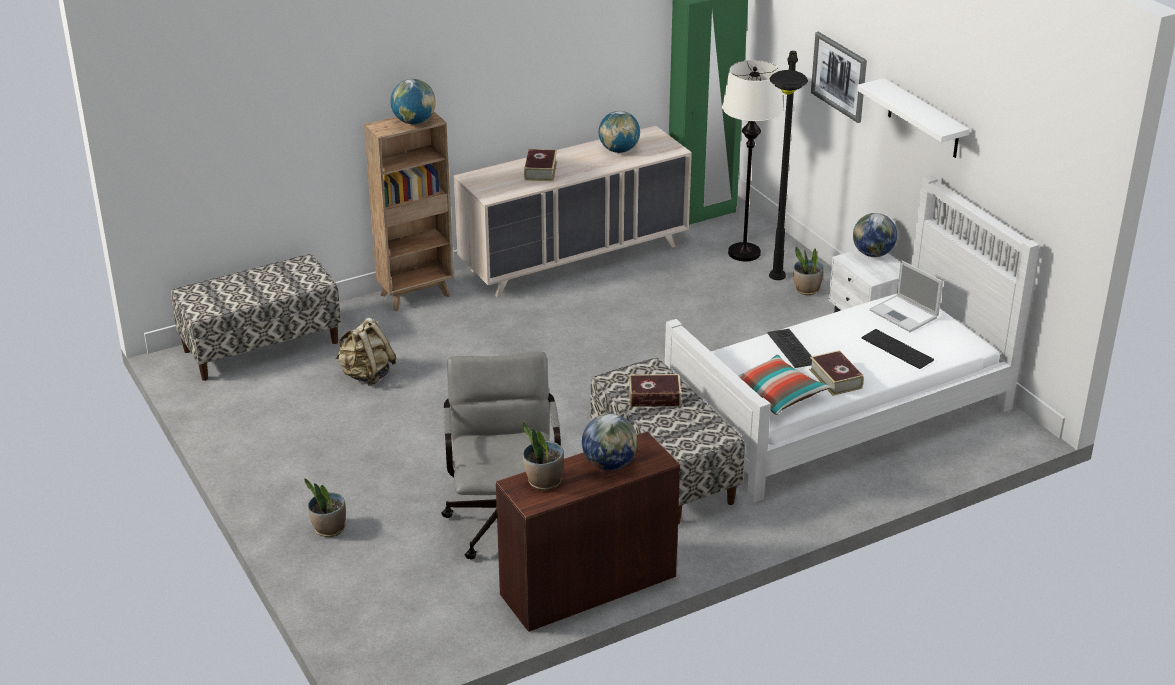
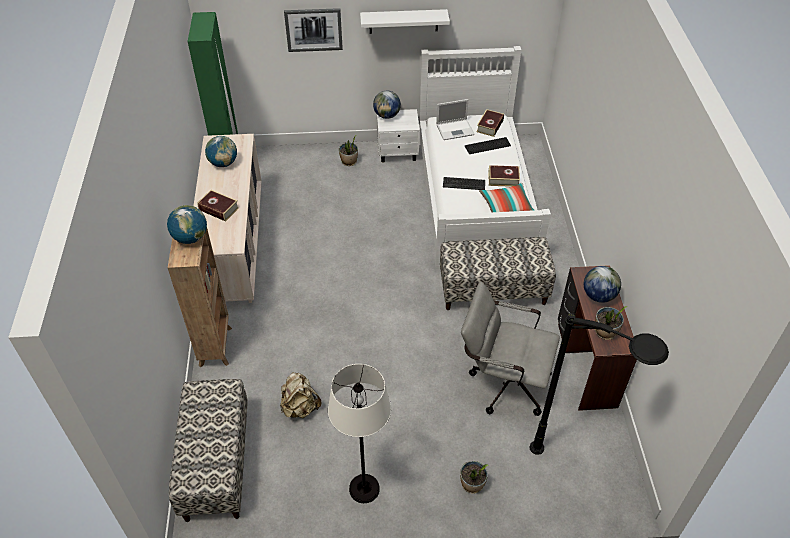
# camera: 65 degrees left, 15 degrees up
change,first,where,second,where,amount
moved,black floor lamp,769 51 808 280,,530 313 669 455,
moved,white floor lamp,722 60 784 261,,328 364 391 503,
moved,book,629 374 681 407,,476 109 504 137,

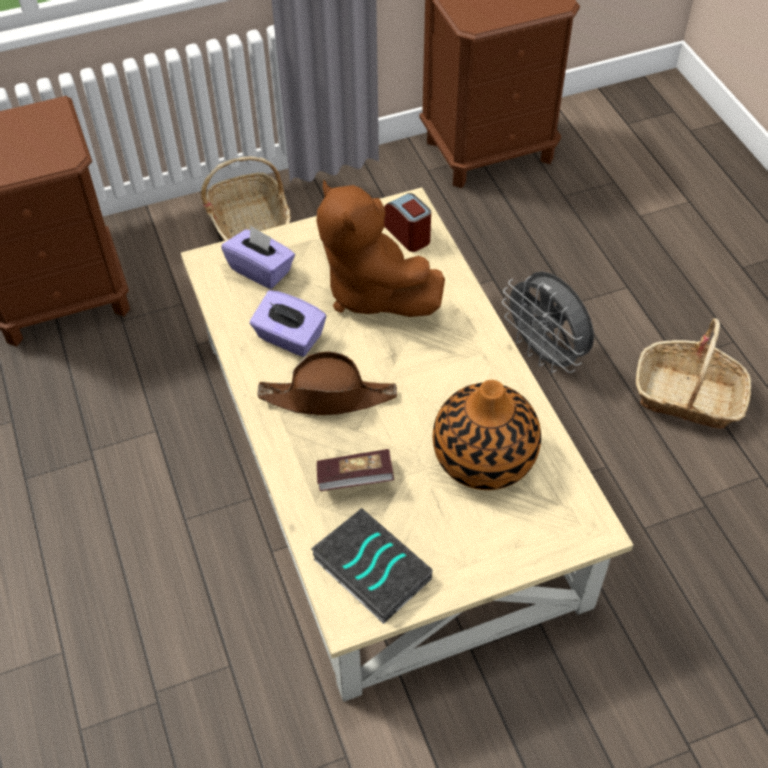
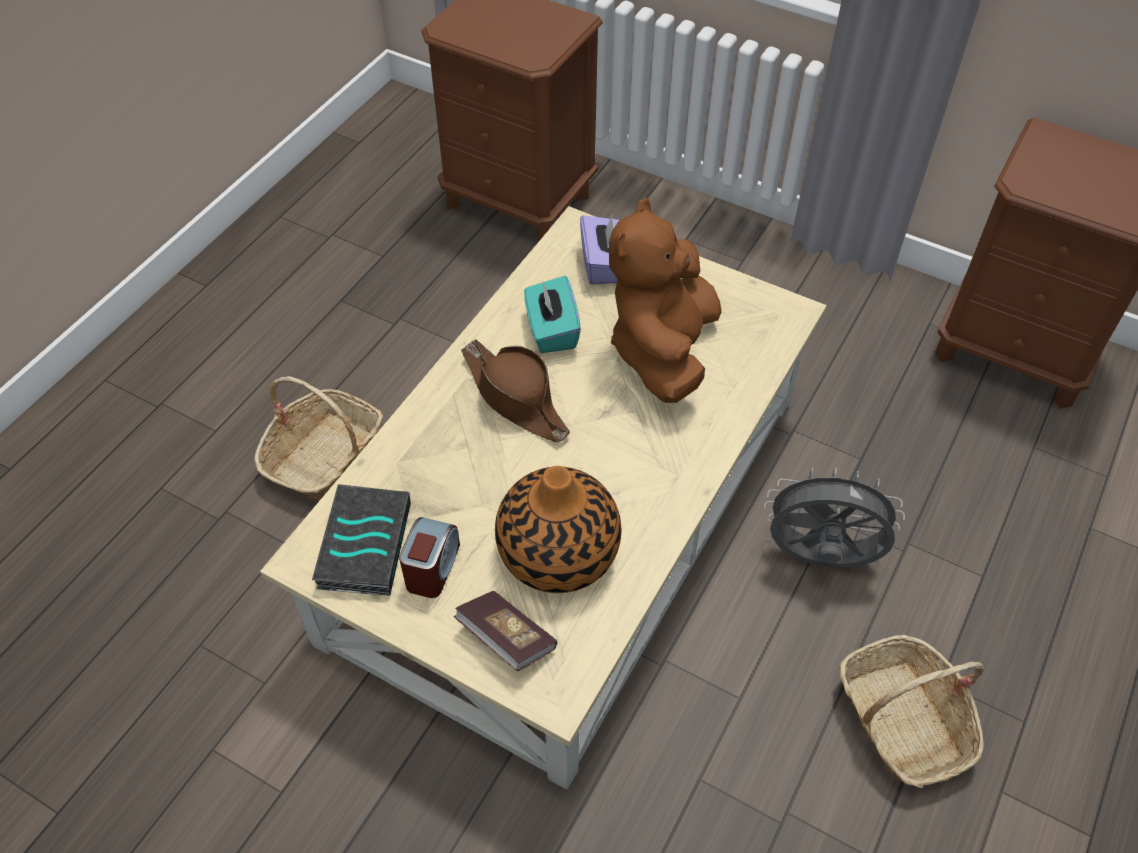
# camera: 50 degrees right, 0 degrees up
change,first,where,second,where,amount
moved,basket,201 156 291 241,,254 376 383 502,
moved,alarm clock,384 193 431 252,,399 517 460 598,
turned,grey fan,502 271 594 373,,764 467 905 568,90 degrees clockwise
recoloured,purple tissue box,250 290 326 357,turquoise tissue box,524 276 581 353,
moved,book,317 449 394 491,,454 591 557 671,

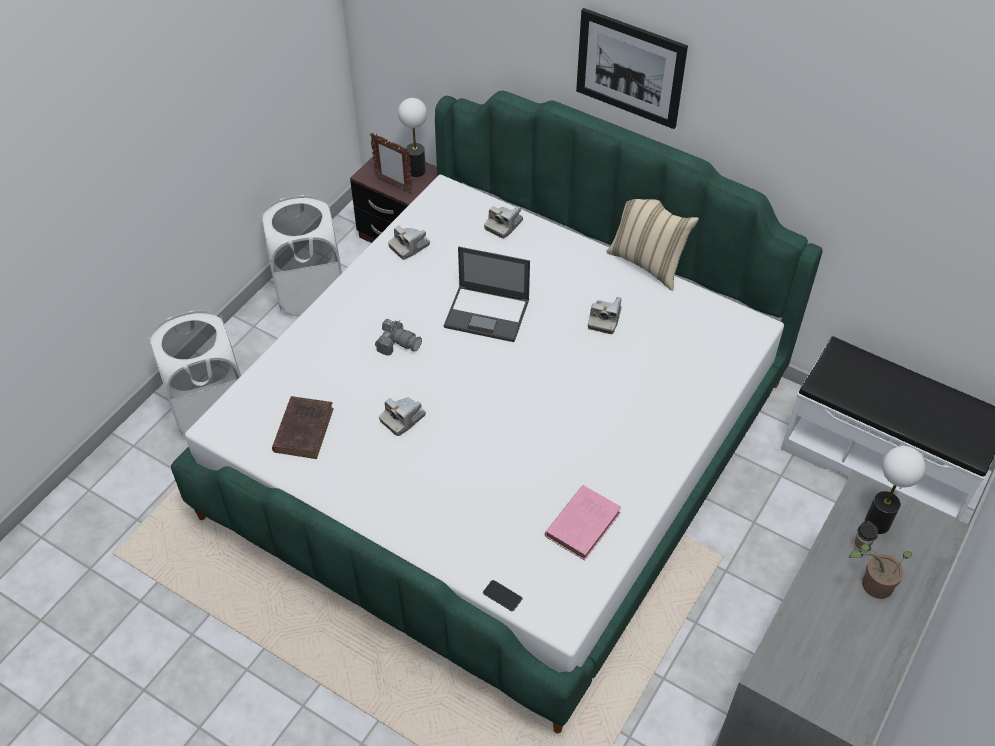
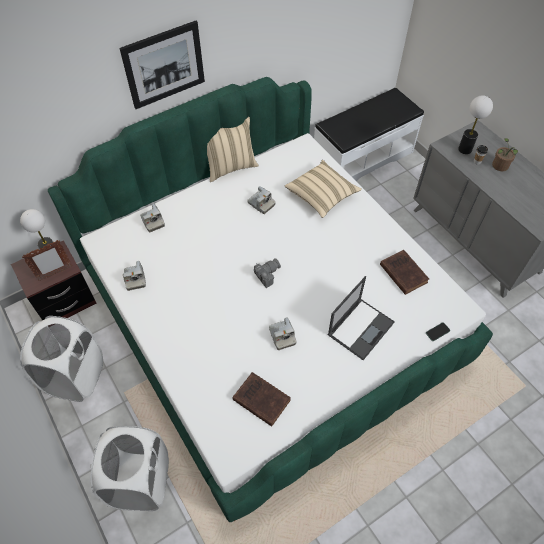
# camera: 65 degrees left, 5 degrees up
change,first,where,second,where,amount
moved,laptop,444 247 530 342,,328 276 395 360,
moved,photo camera,375 319 422 356,,254 258 281 288,
recoloured,pink book,545 485 622 561,brown book,380 250 429 295,
added,,,beige pillow,285 160 362 218,

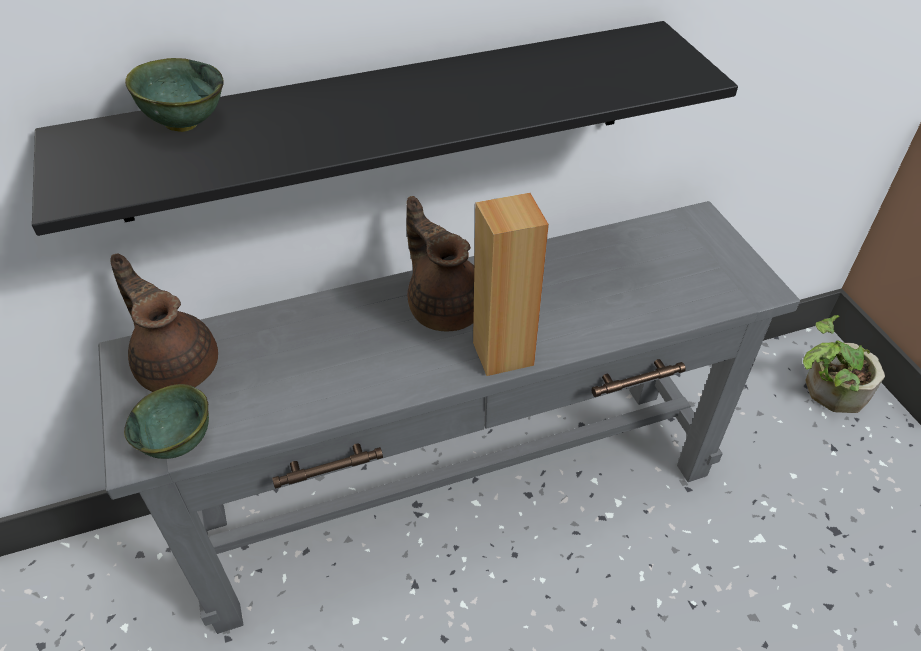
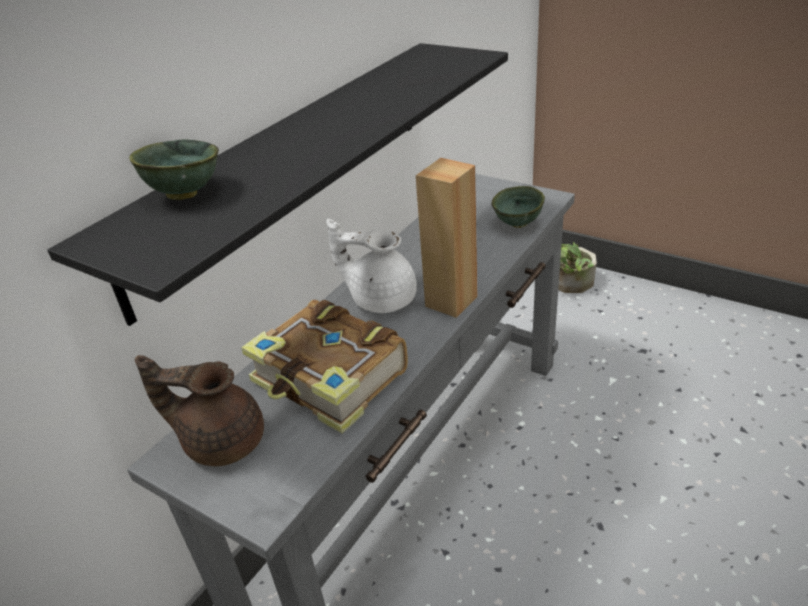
# camera: 35 degrees left, 10 degrees down
change,first,where,second,where,amount
recoloured,brown teapot,407 196 474 331,white teapot,326 219 417 313,
moved,green bowl,124 384 209 459,,492 186 545 228,
added,,,book,241 300 408 433,

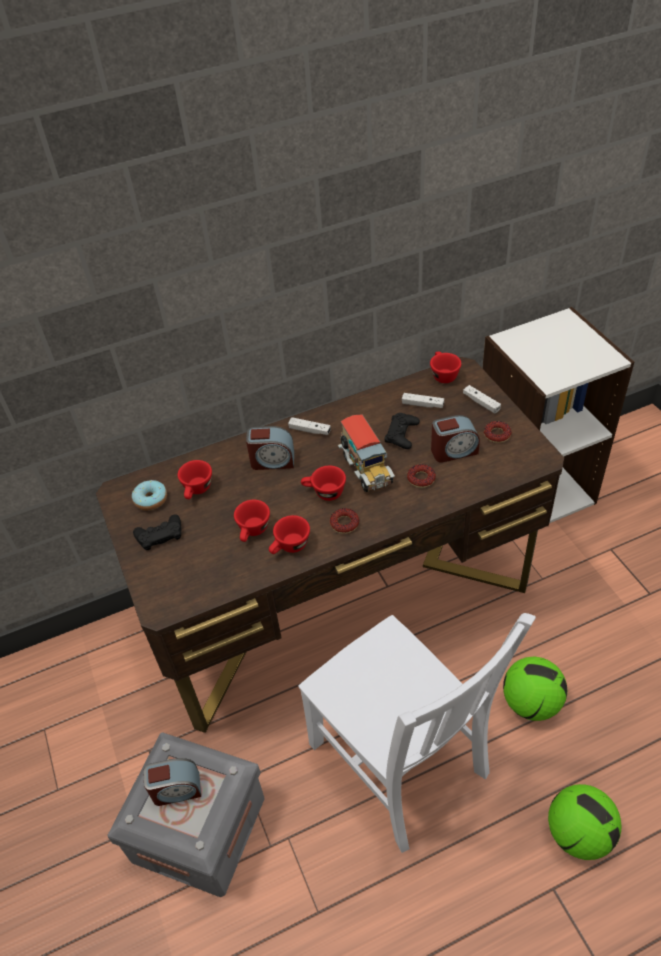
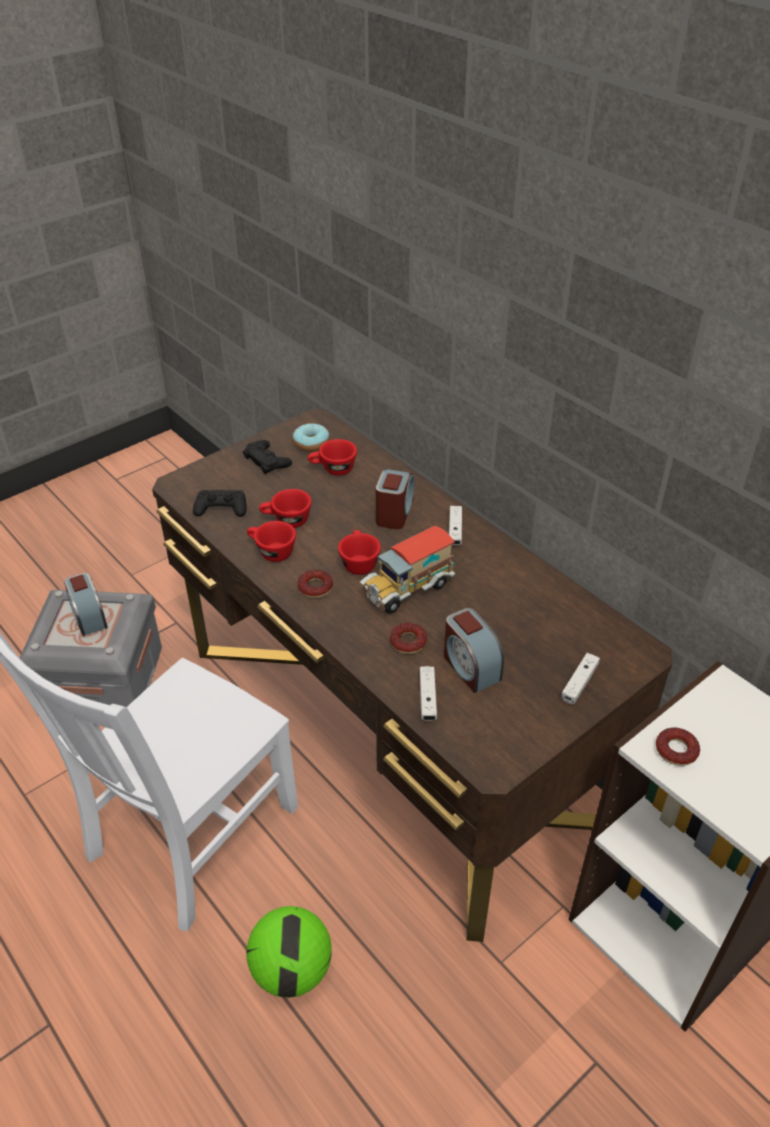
# camera: 70 degrees right, 5 degrees down
change,first,where,second,where,amount
removed,red cup,430 351 461 383,,,
moved,white game controller,402 393 444 408,,420 666 437 721,
moved,black game controller,384 413 420 449,,193 490 247 516,
moved,donut,484 421 512 443,,656 728 700 766,
turned,alarm clock,246 426 294 470,,376 469 414 529,150 degrees counterclockwise
removed,football,548 784 621 860,,,

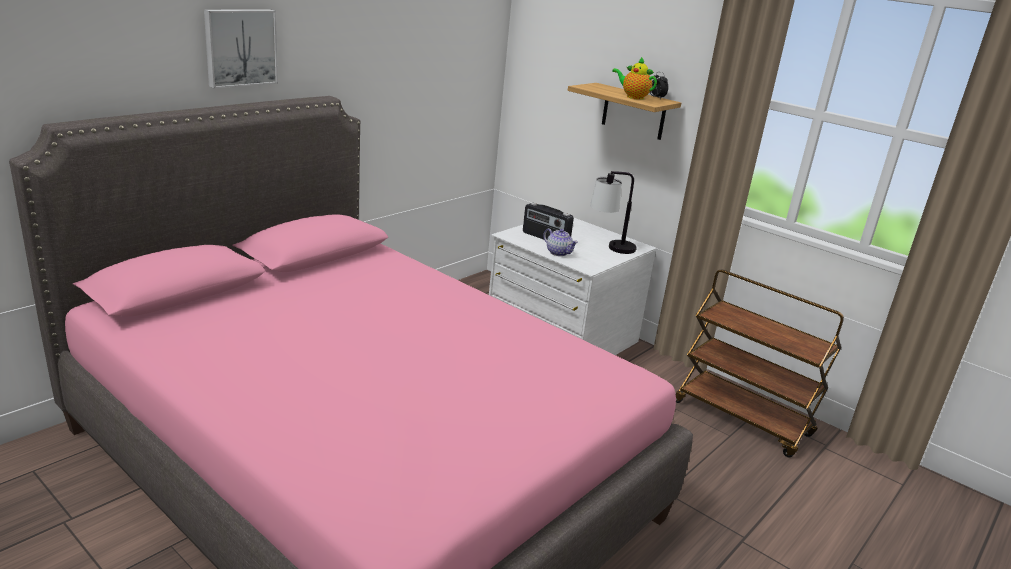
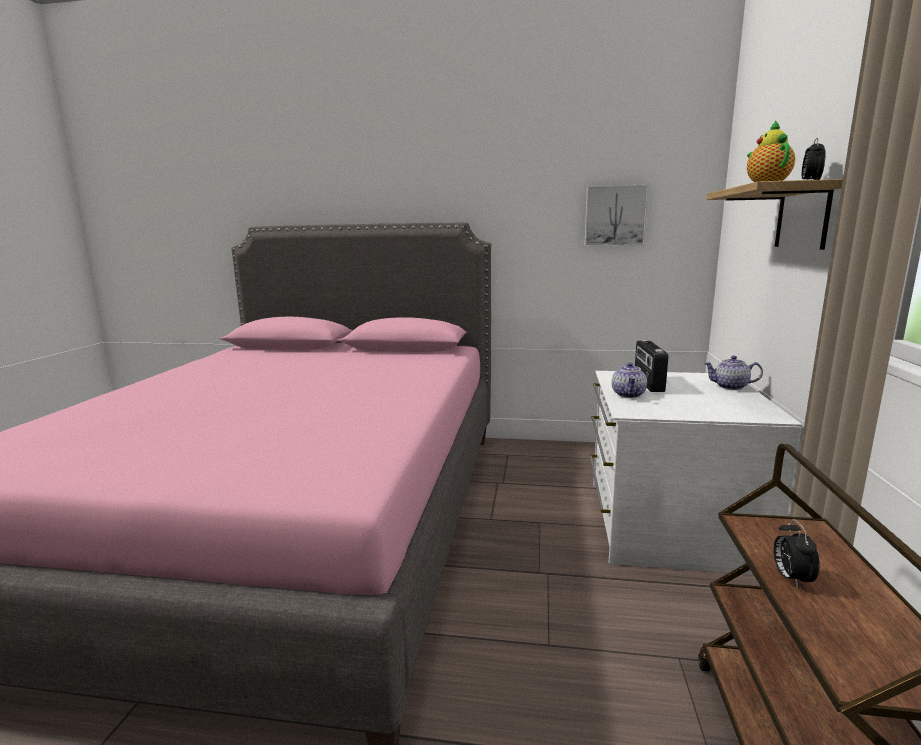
# camera: 60 degrees right, 10 degrees down
change,first,where,second,where,amount
moved,picture,204 10 278 89,,585 184 649 246,
removed,table lamp,590 171 637 254,,,
added,,,teapot,704 356 763 390,
added,,,alarm clock,773 519 820 589,

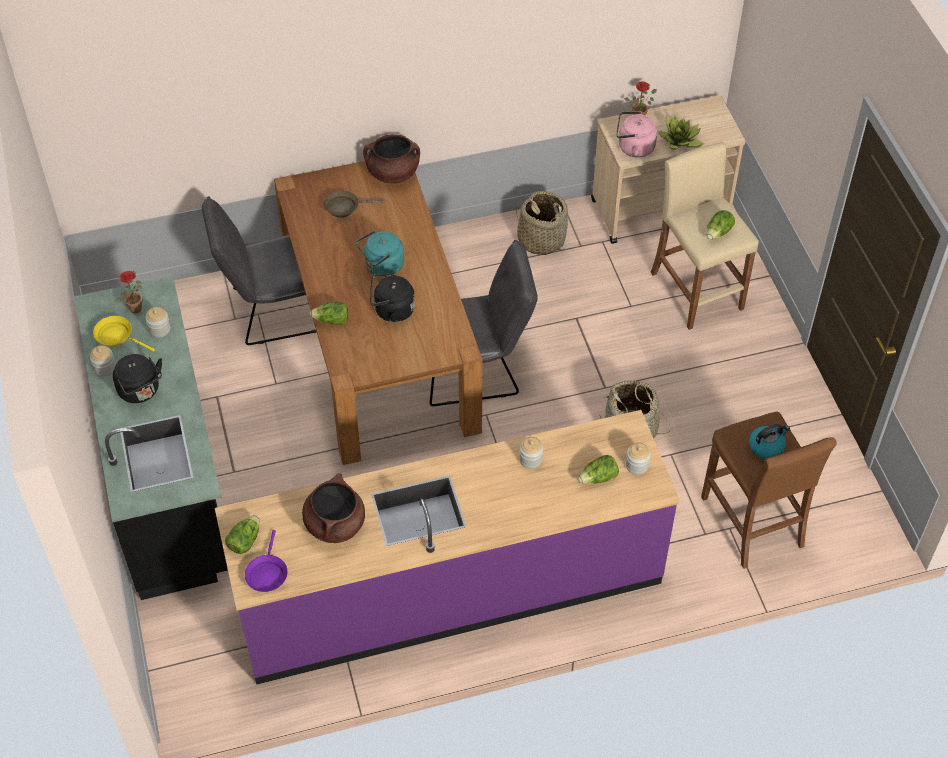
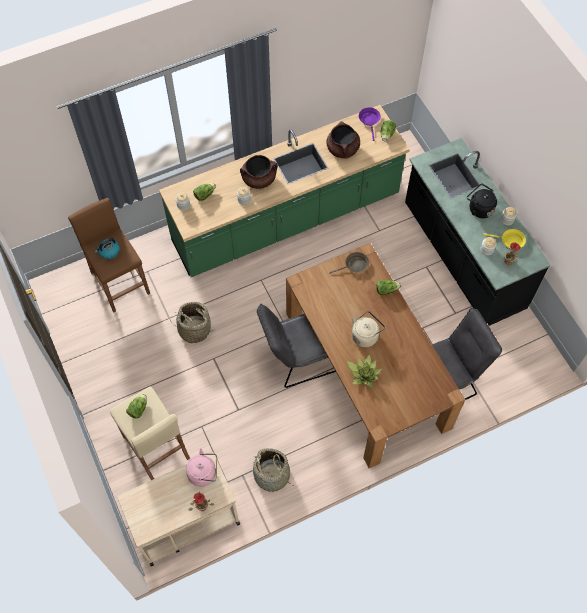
# camera: 170 degrees right, 10 degrees up
change,first,where,second,where,amount
moved,potted plant,658 116 704 150,,347 354 382 388,
moved,brown cooking pot,363 134 420 184,,240 155 278 189,
moved,brown frying pan,323 190 385 218,,329 252 369 274,
recoloured,turquoise kettle,356 230 404 277,beige kettle,352 311 385 347,
removed,black kettle,370 272 415 322,,,
recoloured,purple counter,215 410 679 685,green counter,159 105 410 277,

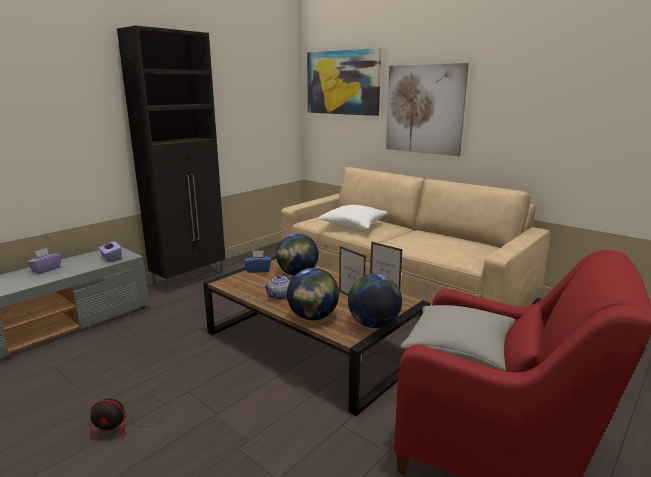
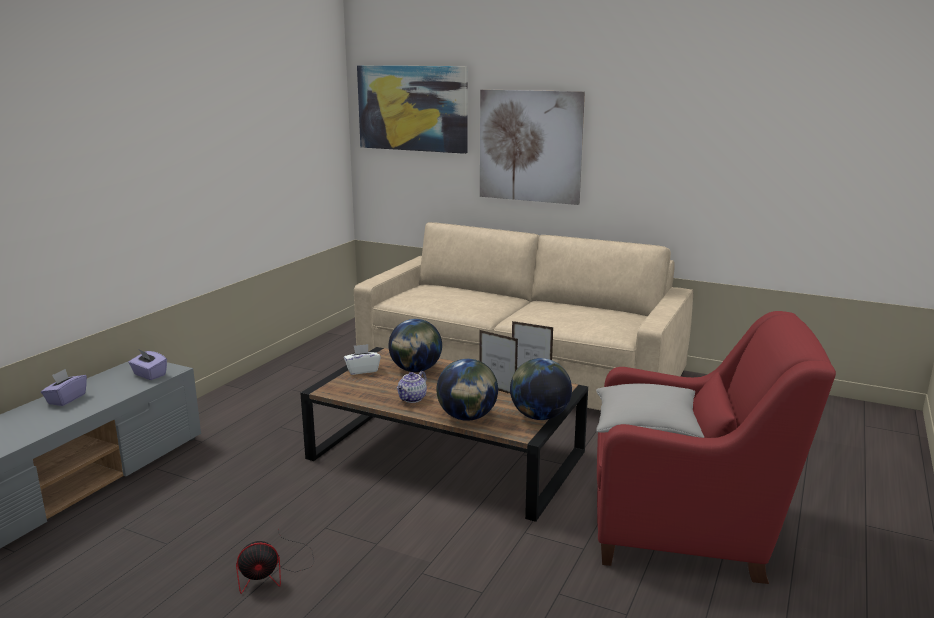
# camera: 15 degrees left, 0 degrees up
change,first,where,second,where,amount
removed,black cabinet,117 26 225 293,,,
removed,white pillow,318 205 388 229,,,
recoloured,blue tissue box,244 250 271 273,white tissue box,344 344 381 375,

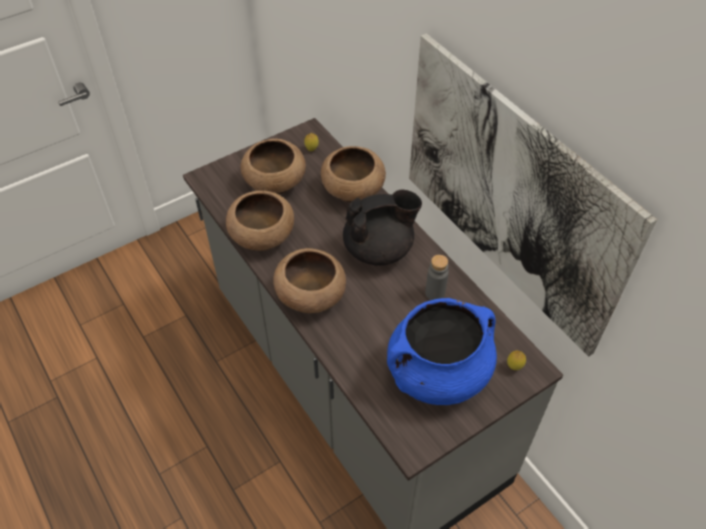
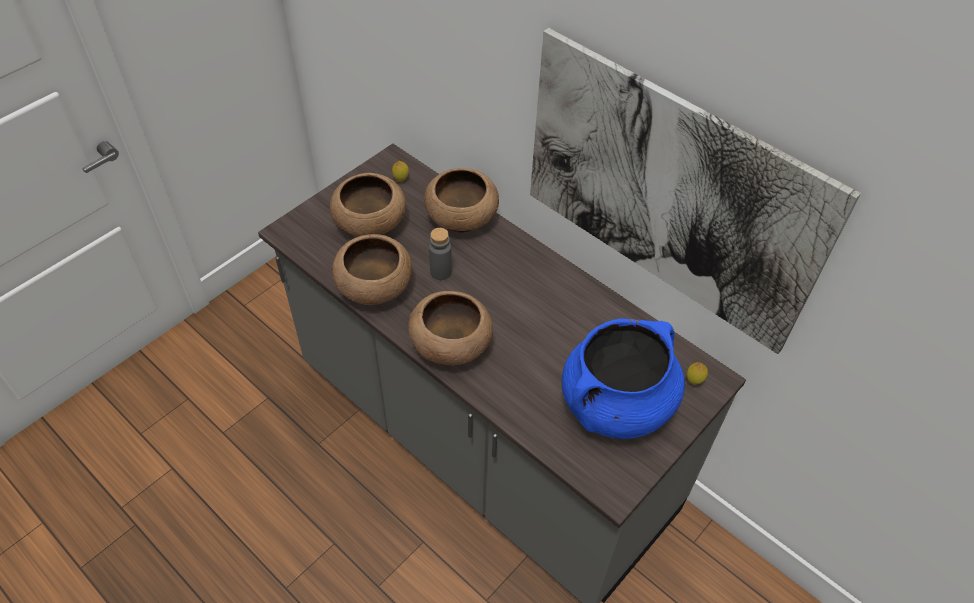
# camera: 15 degrees left, 0 degrees up
change,first,where,second,where,amount
removed,black teapot,343 190 422 266,,,
moved,grey bottle,425 255 449 300,,429 228 452 280,

